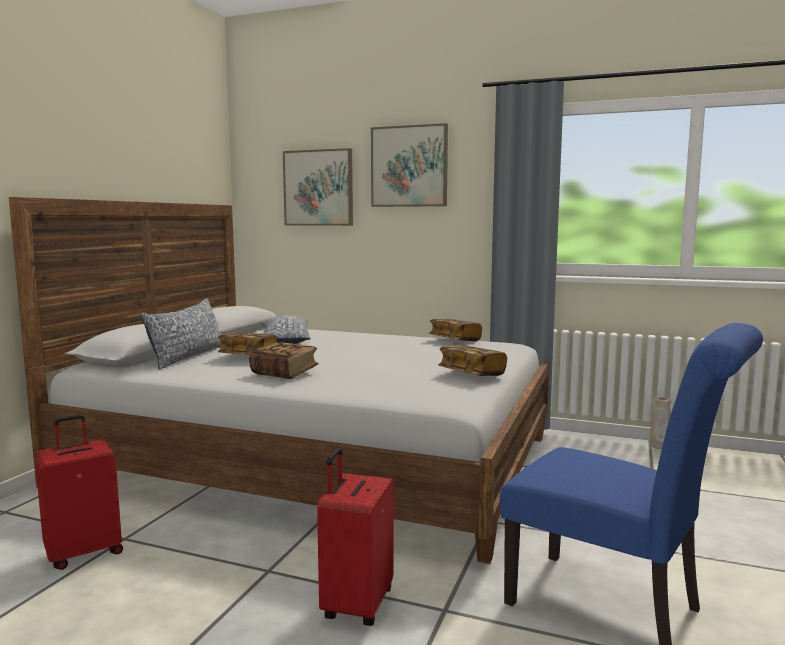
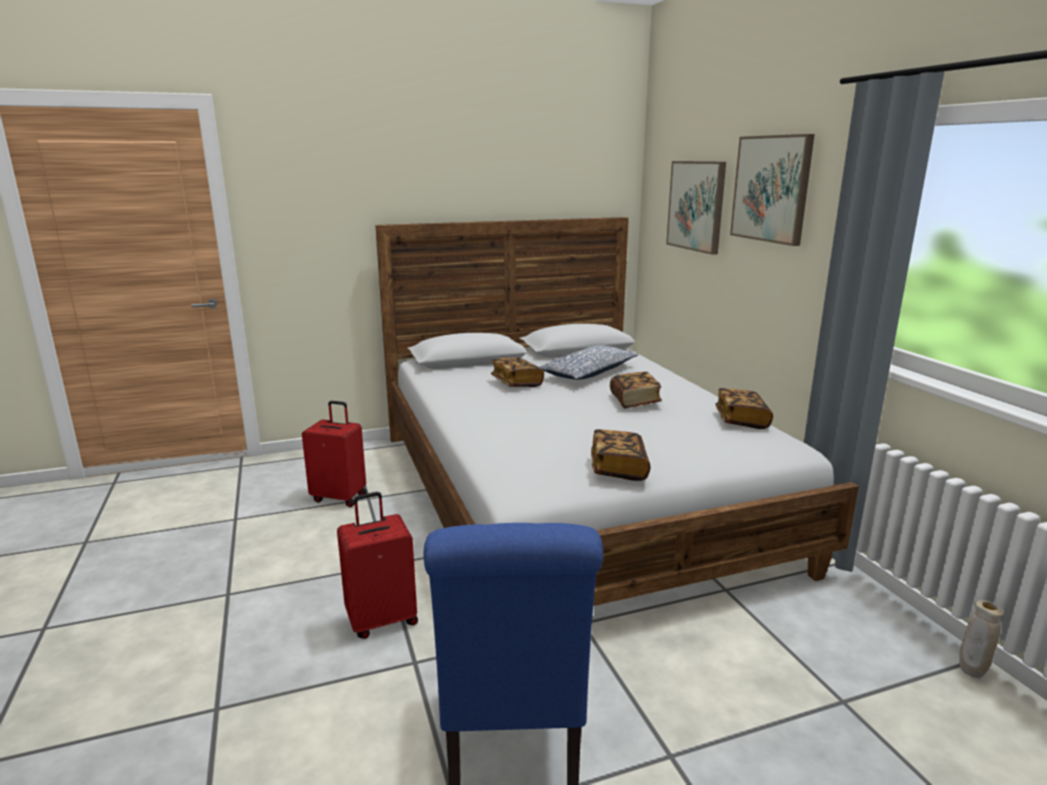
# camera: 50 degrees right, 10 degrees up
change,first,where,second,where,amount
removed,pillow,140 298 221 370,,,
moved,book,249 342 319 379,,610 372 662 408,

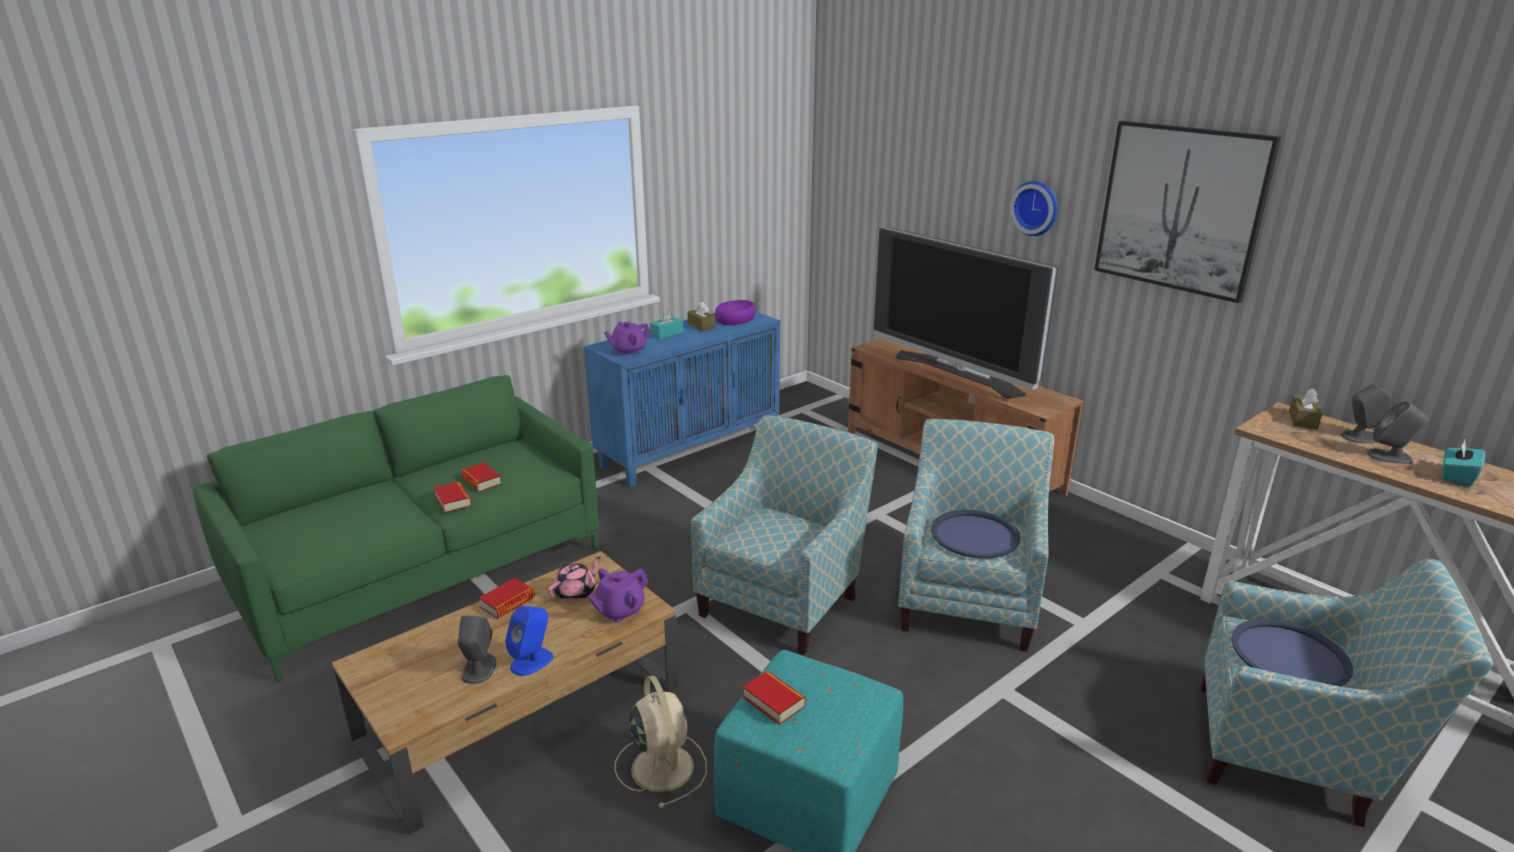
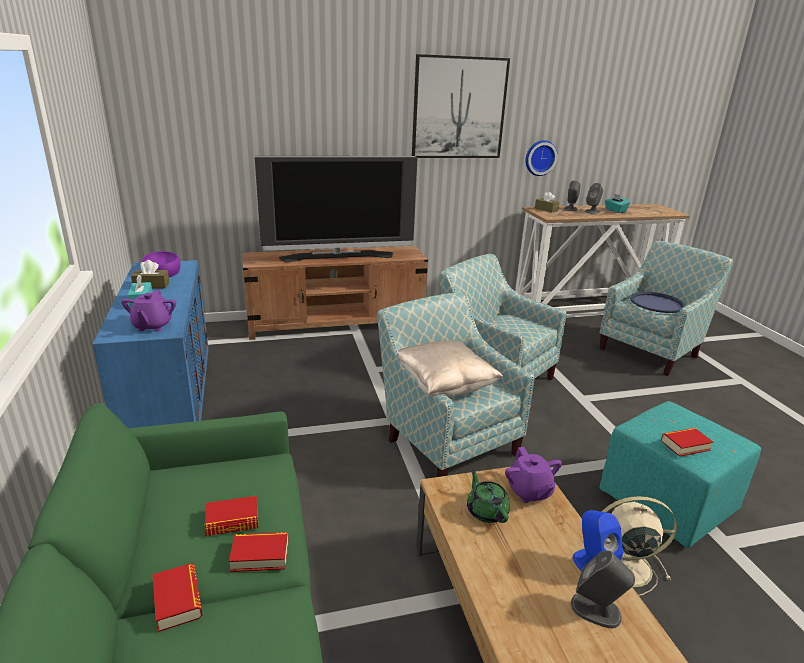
# camera: 65 degrees left, 0 degrees up
change,first,where,second,where,amount
moved,wall clock,1010 181 1058 236,,525 140 558 176,
removed,blue tray,931 510 1021 559,,,
recoloured,pink teapot,548 557 601 602,green teapot,467 469 510 523,
moved,book,479 578 535 619,,152 563 202 632,
added,,,beige pillow,398 340 503 397,

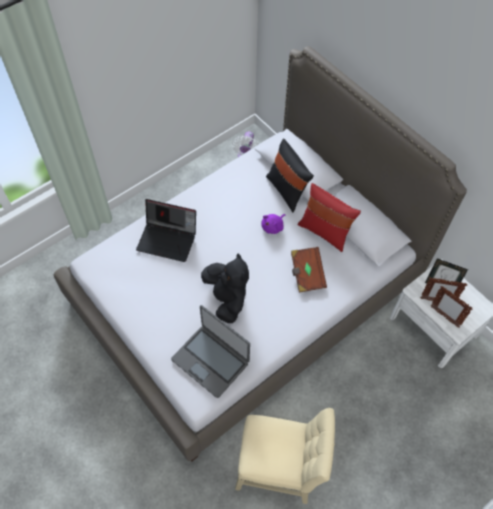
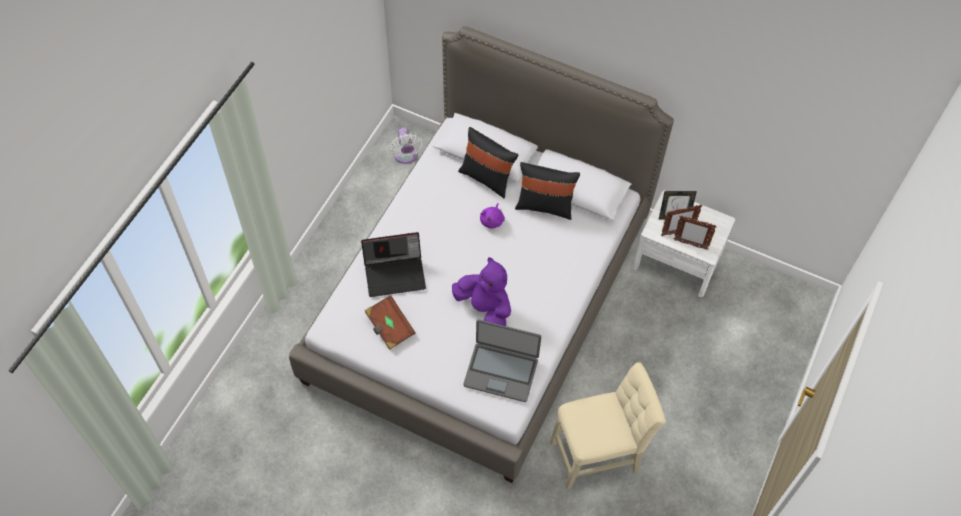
# camera: 25 degrees left, 0 degrees up
change,first,where,second,where,amount
recoloured,red pillow,297 183 361 252,black pillow,515 162 580 220,
moved,brown book,291 247 327 293,,365 295 415 350,
recoloured,black plush toy,201 253 249 323,purple plush toy,452 257 511 326,

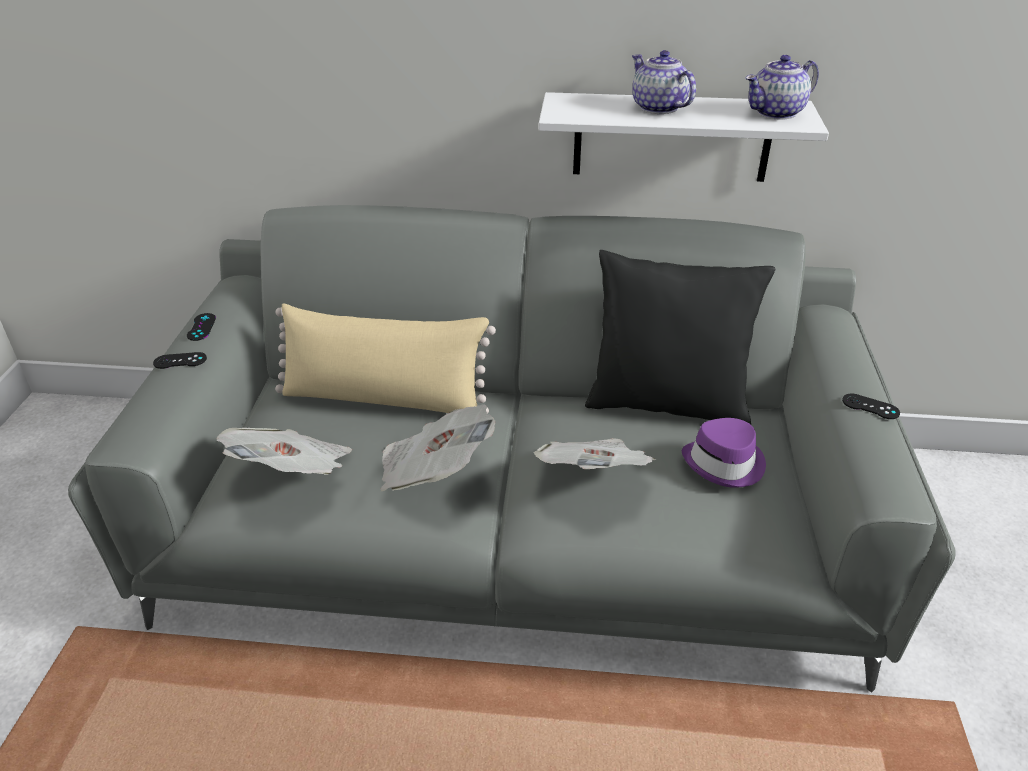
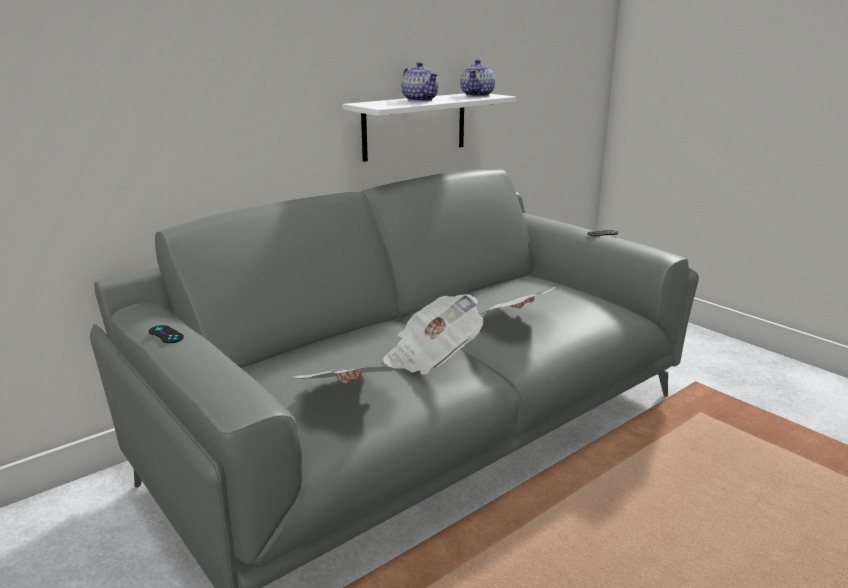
# camera: 45 degrees left, 15 degrees down
change,first,where,second,where,amount
turned,teapot,632 50 696 114,,401 62 439 101,135 degrees counterclockwise
removed,black pillow,585 250 775 425,,,
removed,beige pillow,275 303 496 414,,,
removed,black game controller,153 352 207 369,,,
removed,purple hat,682 418 766 488,,,

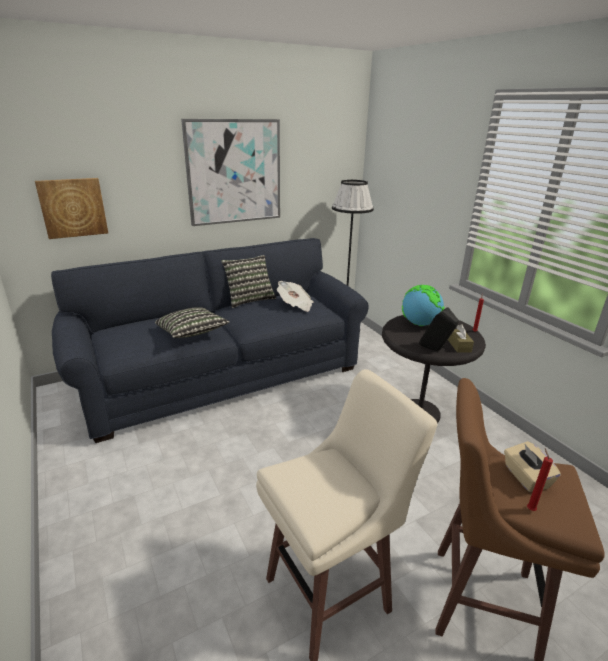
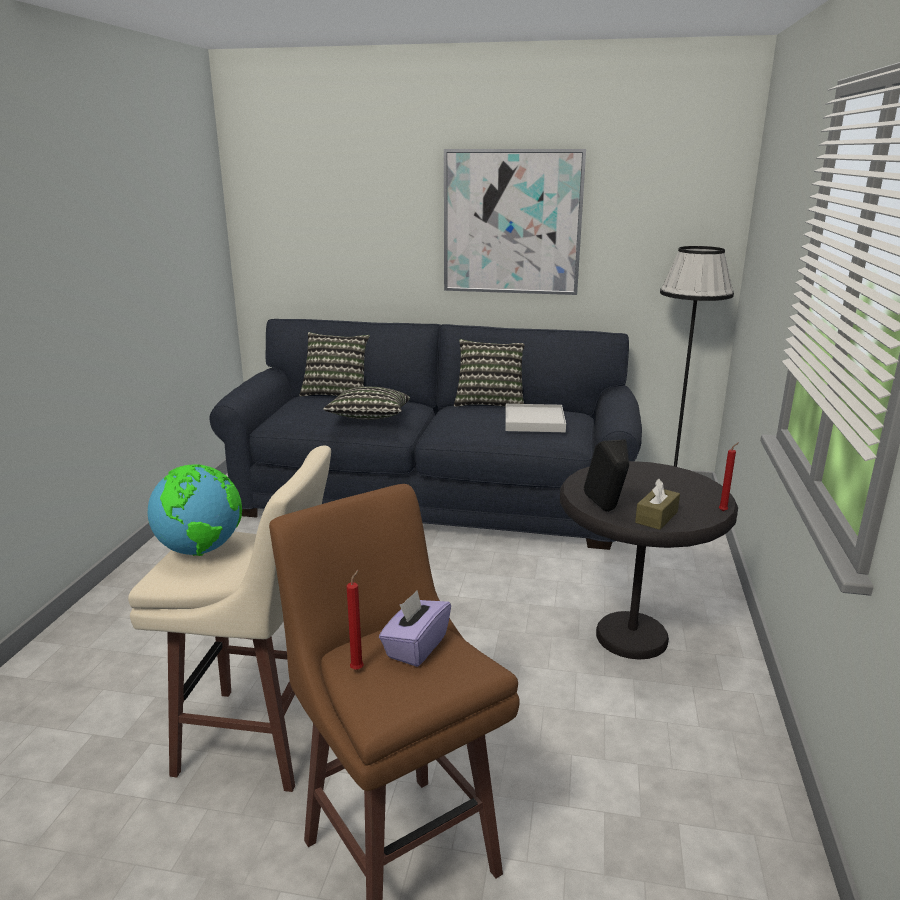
# camera: 40 degrees right, 5 degrees down
change,first,where,second,where,amount
removed,picture,35 178 108 239,,,
replaced,newspaper,277 281 314 312,white tray,505 404 566 432,
moved,globe,402 285 445 326,,148 464 242 556,
recoloured,beige tissue box,504 441 561 492,purple tissue box,379 590 451 667,
added,,,pillow,299 332 370 396,

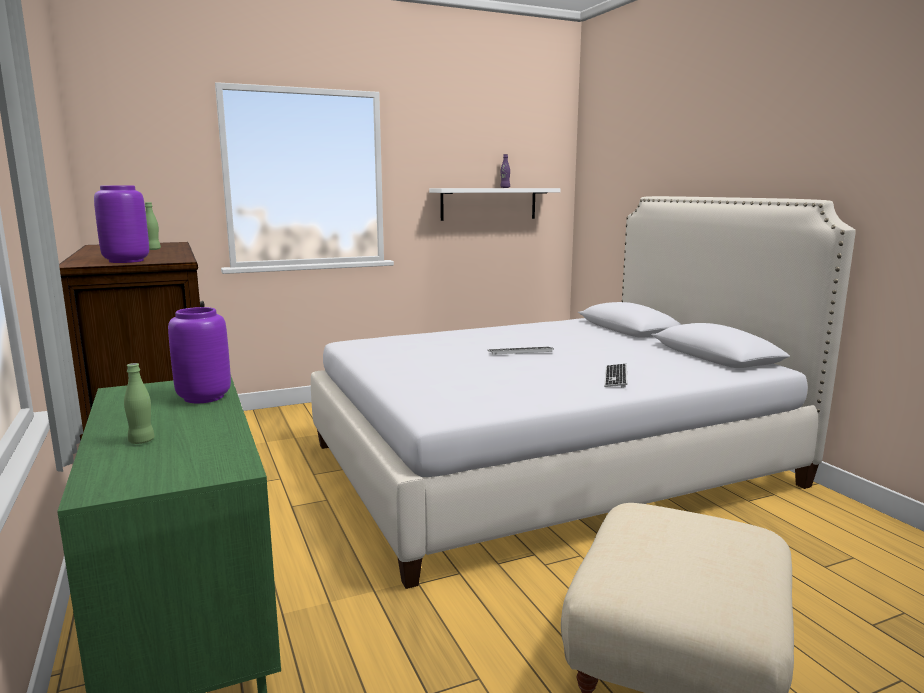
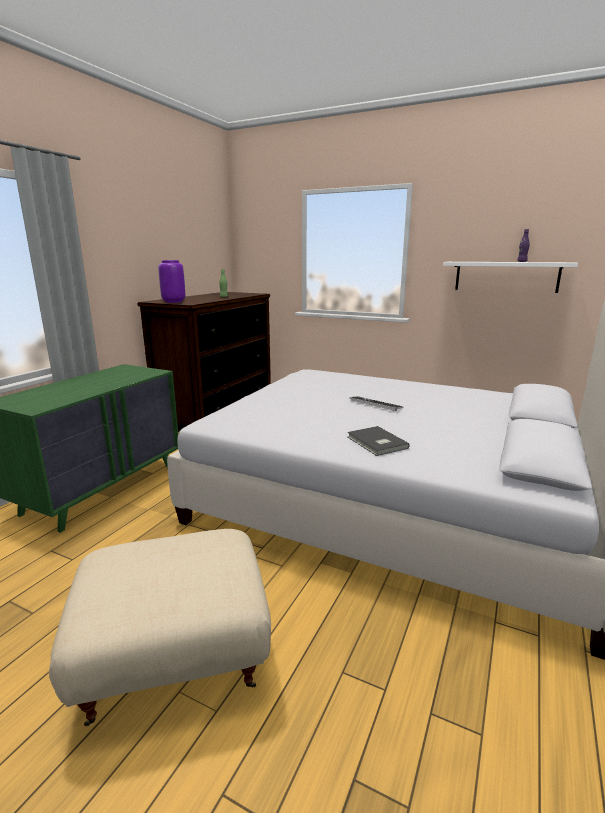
# camera: 50 degrees right, 5 degrees up
change,first,where,second,where,amount
removed,purple vase,168 307 231 403,,,
removed,green bottle,124 363 155 444,,,
replaced,keyboard,604 364 628 388,grey book,347 426 410 456,

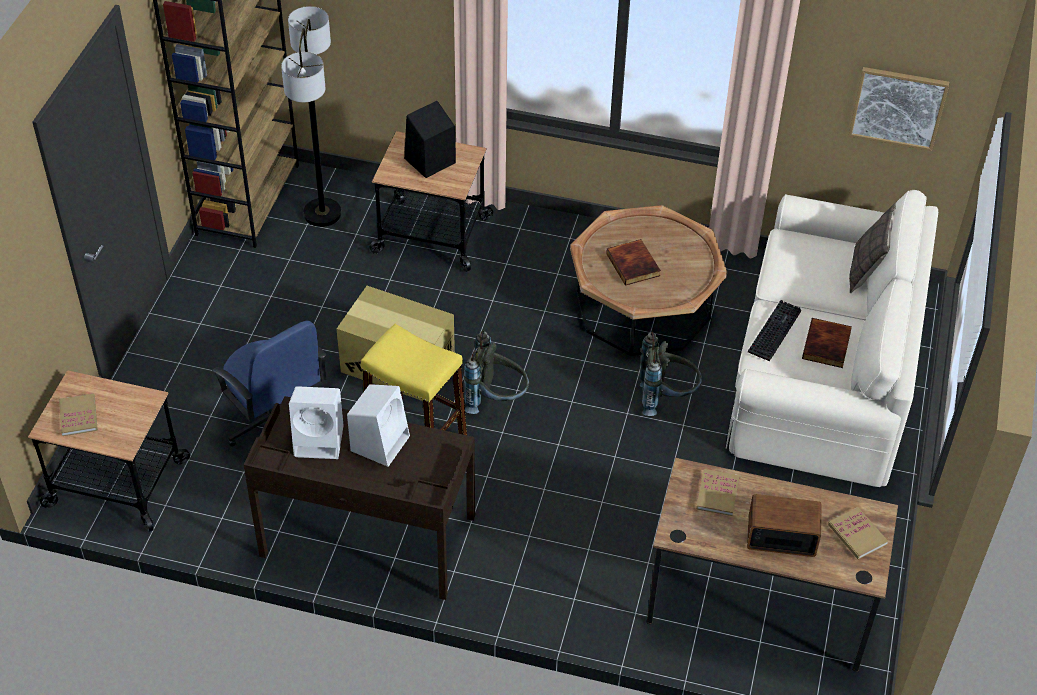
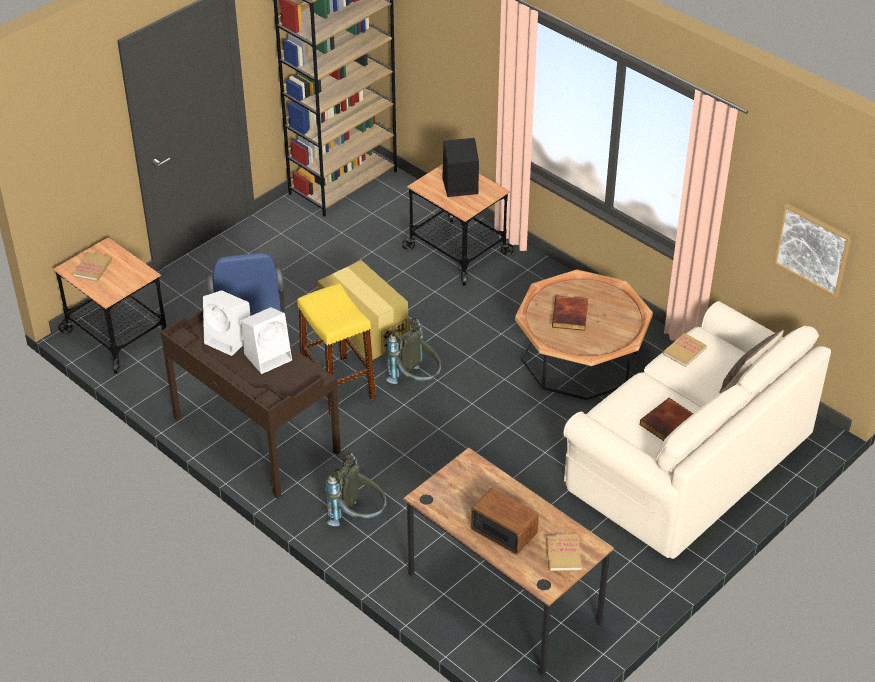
# camera: 30 degrees right, 5 degrees down
change,first,where,second,where,amount
removed,floor lamp,281 6 341 227,,,
removed,keyboard,748 300 801 361,,,
moved,grey backpack,640 332 702 416,,325 452 387 526,
moved,book,696 469 739 516,,663 333 707 367,

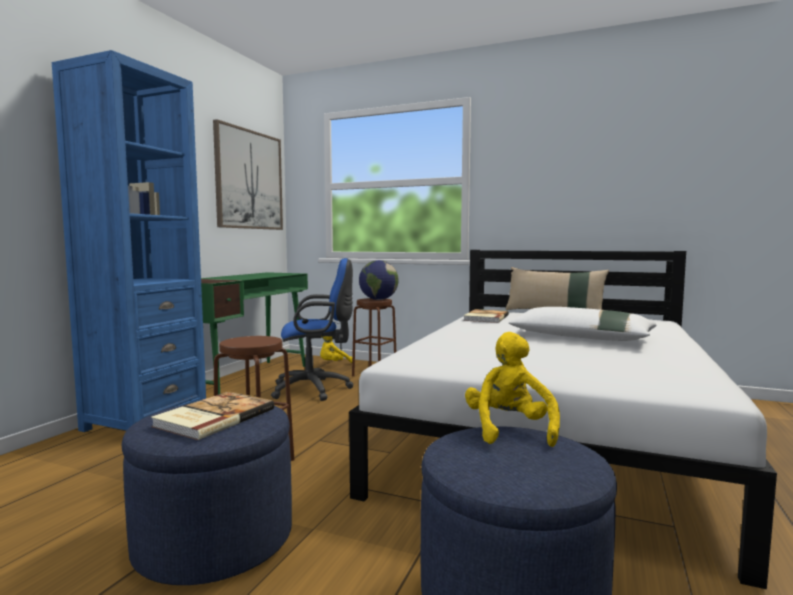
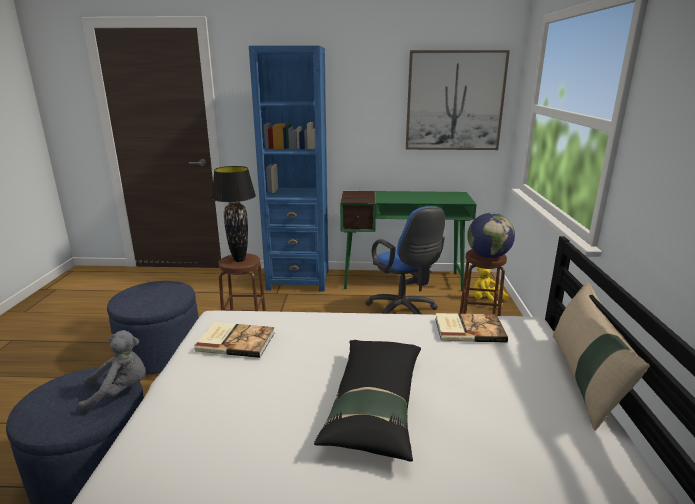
# camera: 70 degrees right, 15 degrees up
change,first,where,second,where,amount
recoloured,white pillow,509 307 657 341,black pillow,314 340 421 462,
recoloured,yellow plush toy,465 332 560 447,grey plush toy,78 330 146 413,
moved,book,151 391 274 440,,194 322 275 358,
added,,,black table lamp,211 166 256 262,

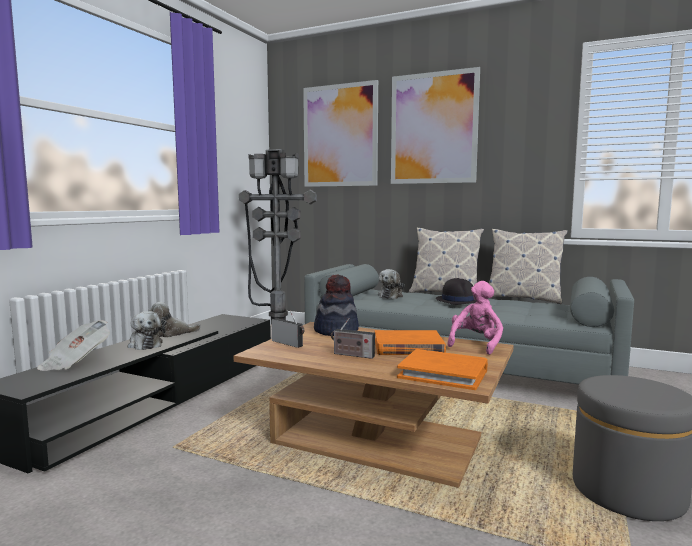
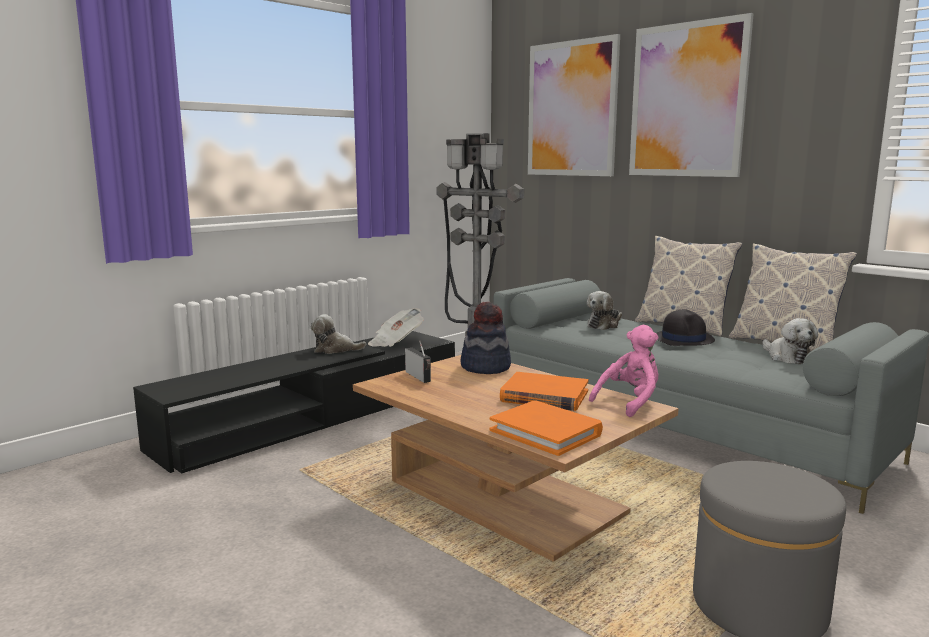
# camera: 20 degrees right, 5 degrees up
change,first,where,second,where,amount
moved,plush toy,128 311 165 350,,763 318 818 364,
removed,radio,331 318 375 359,,,
moved,newspaper,37 320 110 371,,368 308 423 347,

